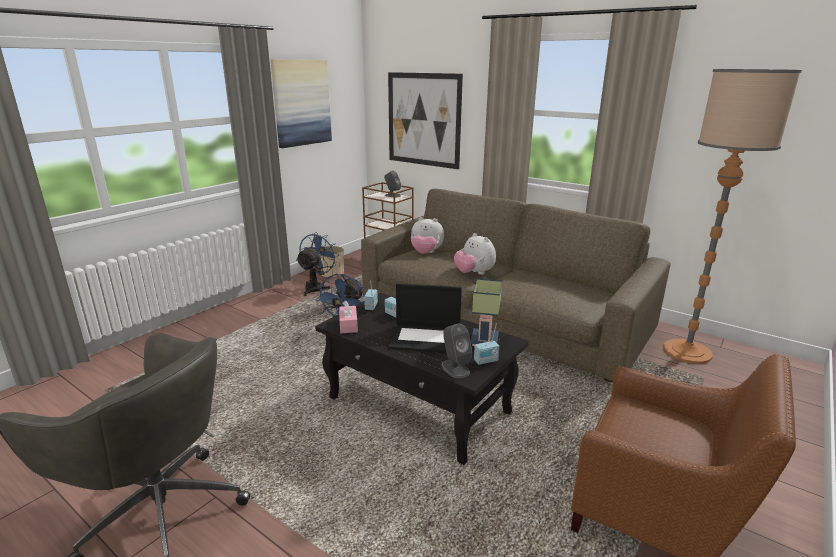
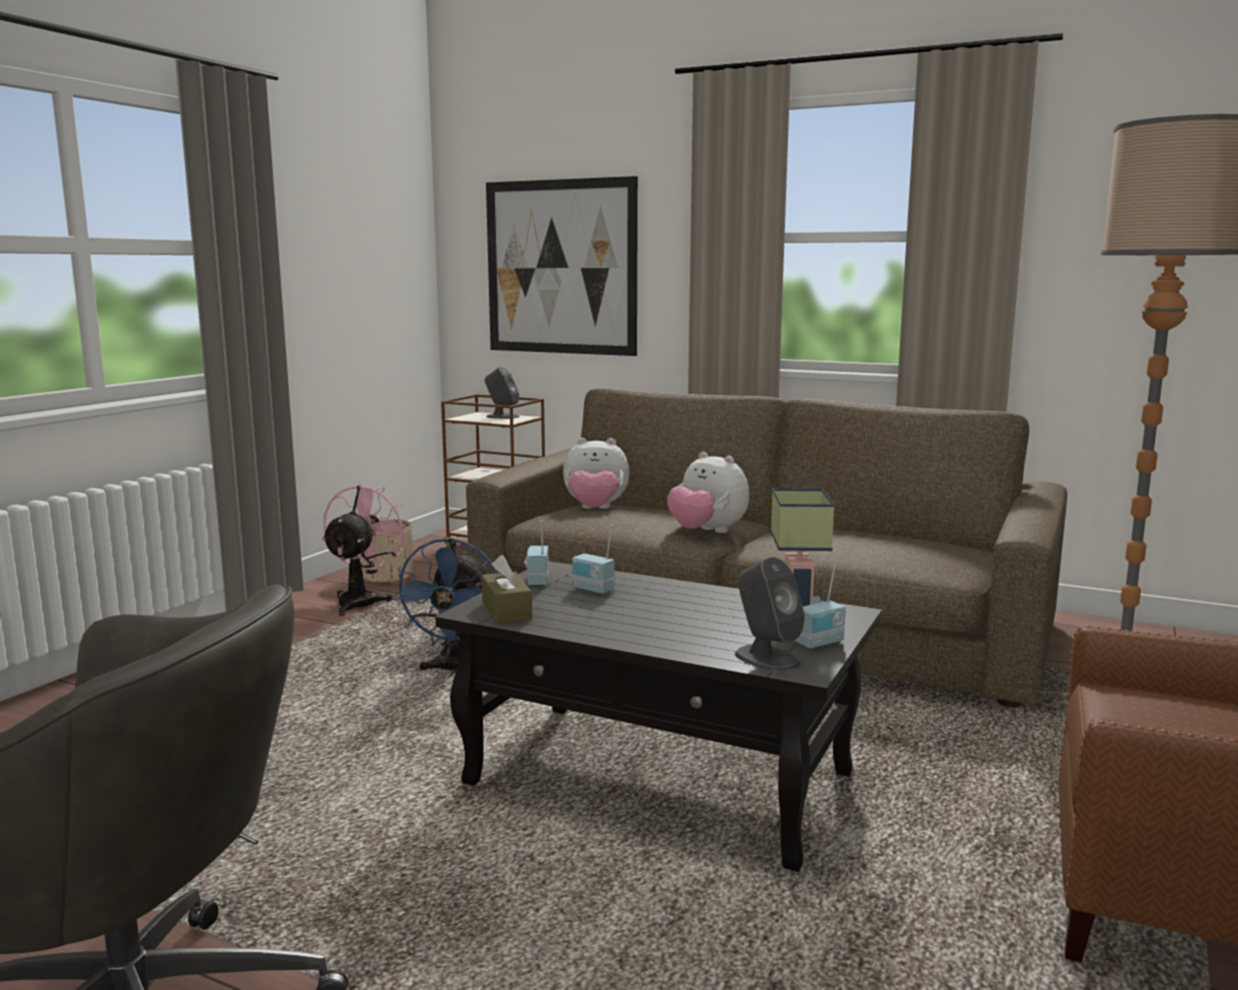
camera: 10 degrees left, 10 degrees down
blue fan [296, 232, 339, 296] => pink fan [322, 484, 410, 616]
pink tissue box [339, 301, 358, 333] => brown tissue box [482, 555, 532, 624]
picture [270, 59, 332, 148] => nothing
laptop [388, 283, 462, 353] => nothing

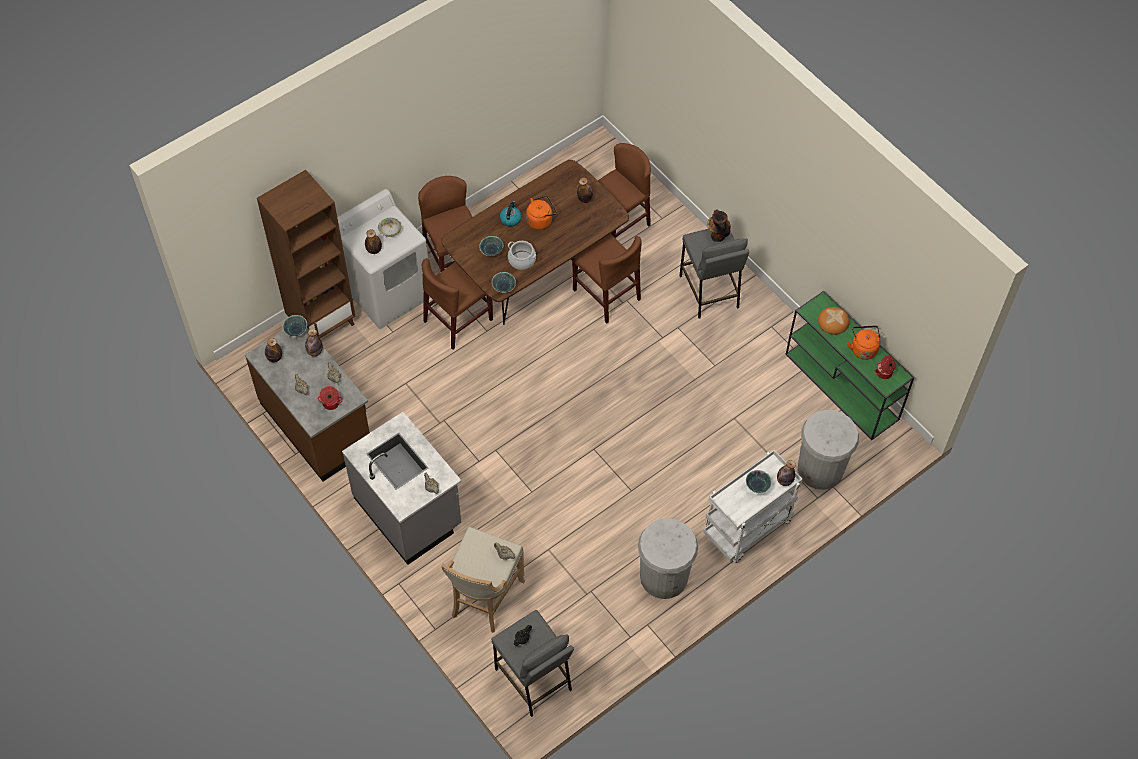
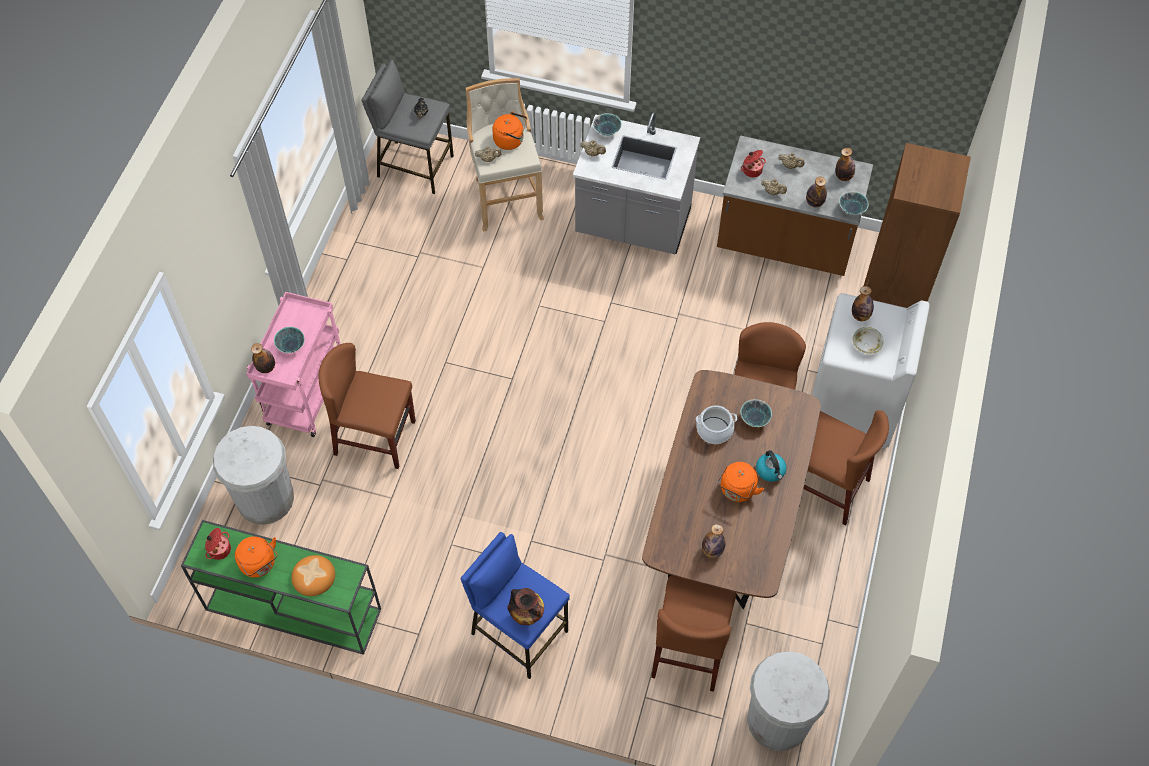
camera: 145 degrees right, 0 degrees up
white cart [703, 450, 803, 563] => pink cart [246, 292, 341, 437]
brown chair [571, 233, 642, 324] => brown chair [319, 343, 416, 469], relocated
grey stool [679, 229, 749, 319] => blue stool [461, 532, 570, 679]
nothing => orange kettle [492, 112, 527, 150]
bowl [492, 272, 516, 293] => bowl [593, 113, 622, 136], relocated
white trash can [638, 518, 698, 599] => white trash can [747, 651, 830, 751], relocated

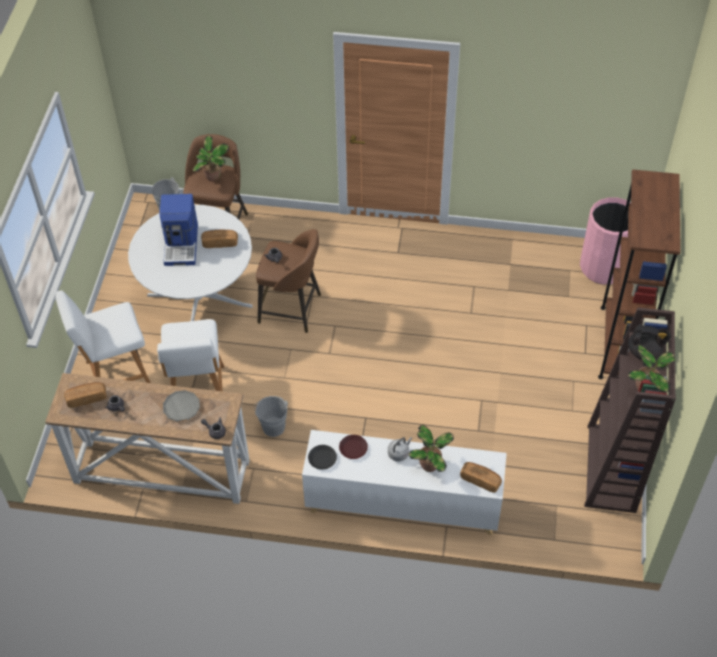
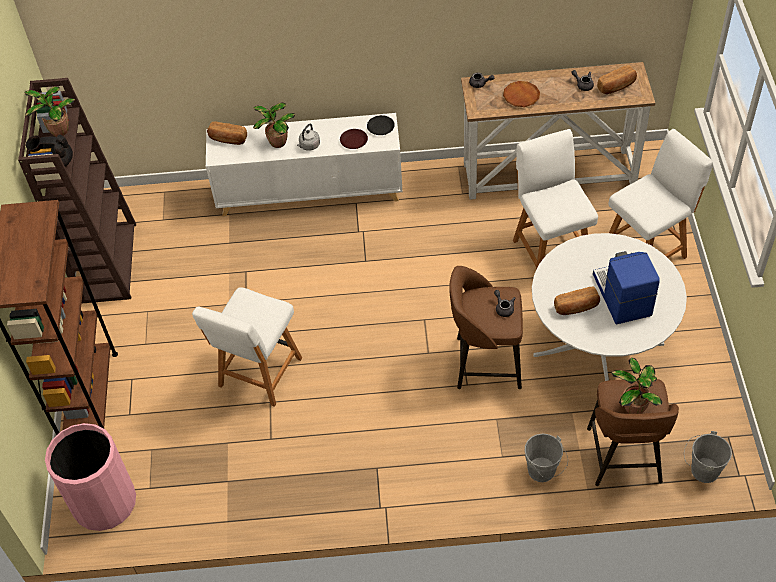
camera: 170 degrees right, 0 degrees up
nothing => white chair [192, 287, 302, 407]
grey plate [163, 390, 200, 422] => brown plate [503, 81, 540, 107]
grey bucket [254, 396, 288, 437] => grey bucket [525, 434, 568, 482], relocated

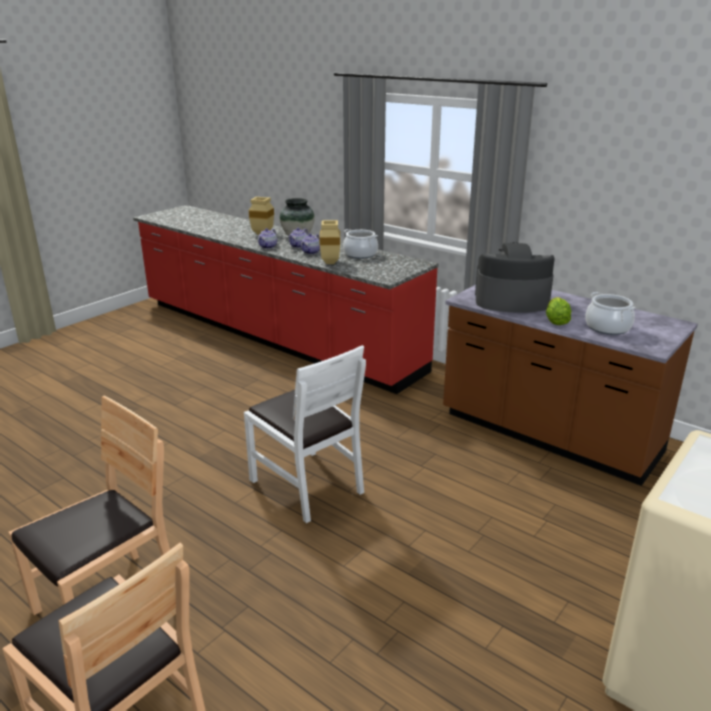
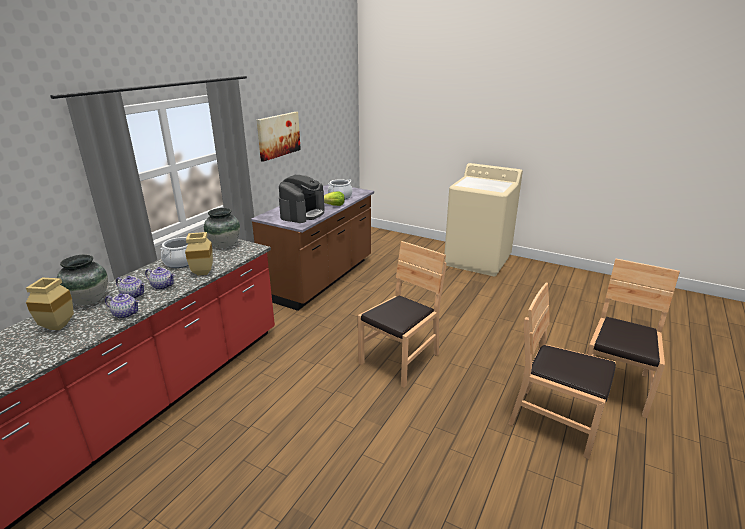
camera: 100 degrees left, 0 degrees up
nothing => vase [204, 208, 240, 248]
nothing => picture [257, 112, 301, 162]
coffee machine [475, 242, 554, 313] => coffee machine [279, 175, 325, 223], 150 degrees counterclockwise
white chair [244, 345, 366, 523] => brown chair [358, 241, 446, 388]

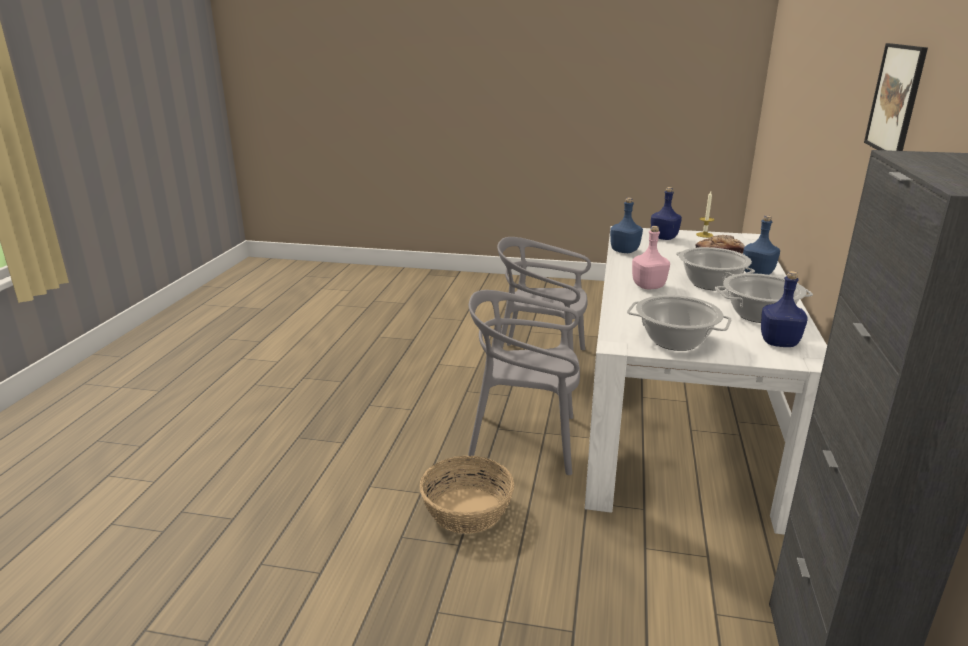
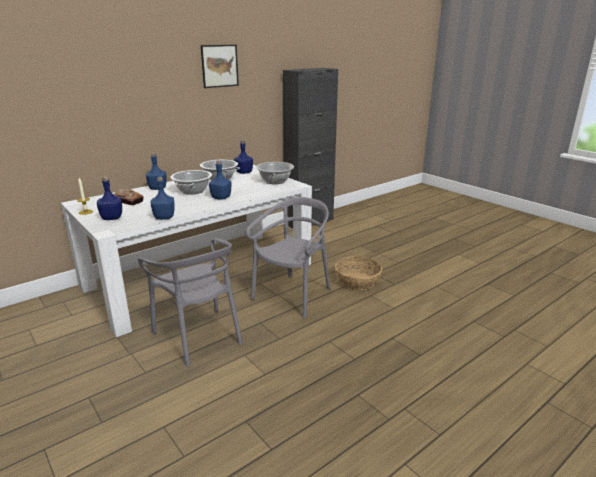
camera: 140 degrees left, 0 degrees up
pink bottle [632, 226, 670, 289] => blue bottle [209, 161, 232, 200]
grey chair [467, 290, 580, 475] => grey chair [246, 197, 330, 318], 105 degrees counterclockwise

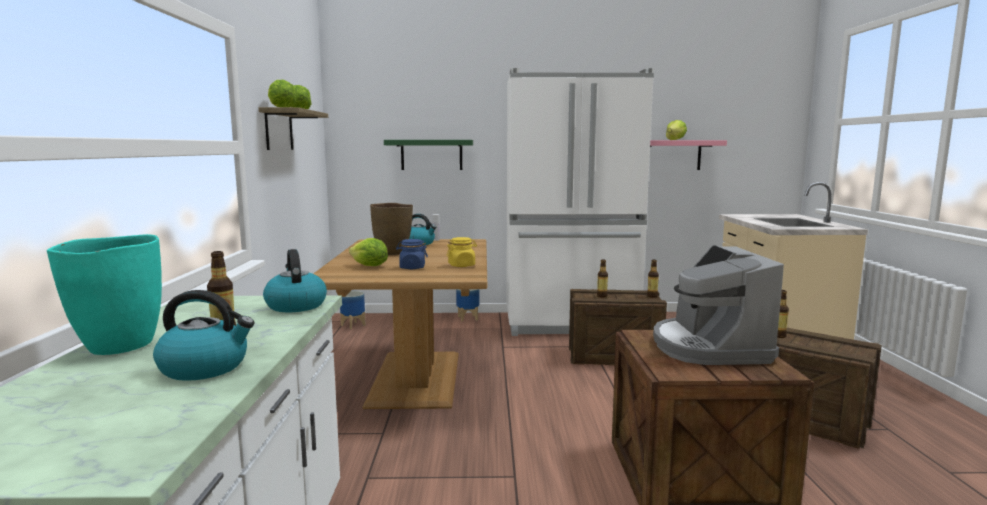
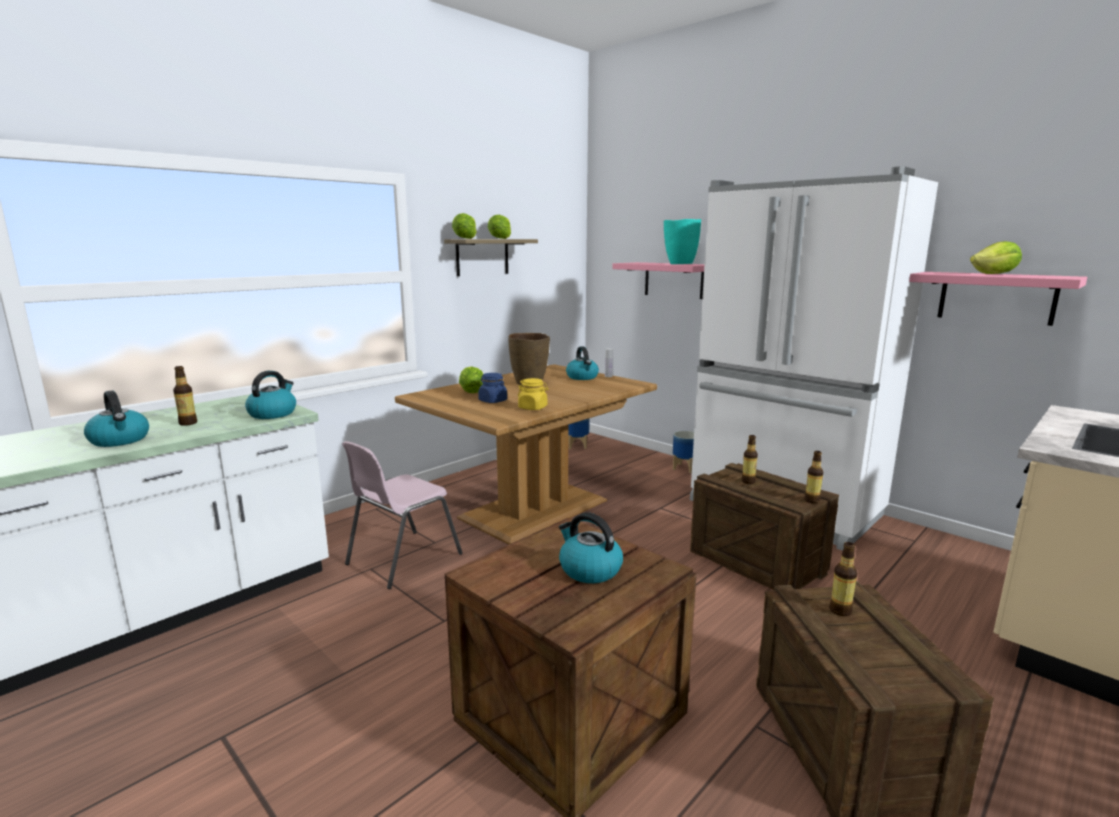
camera: 45 degrees right, 5 degrees up
nothing => pink chair [342, 441, 462, 589]
coffee machine [653, 245, 784, 365] => kettle [559, 512, 623, 583]
green shelf [384, 140, 473, 170] => pink shelf [612, 262, 705, 299]
turquoise vase [47, 234, 162, 355] => turquoise vase [664, 219, 701, 264], relocated

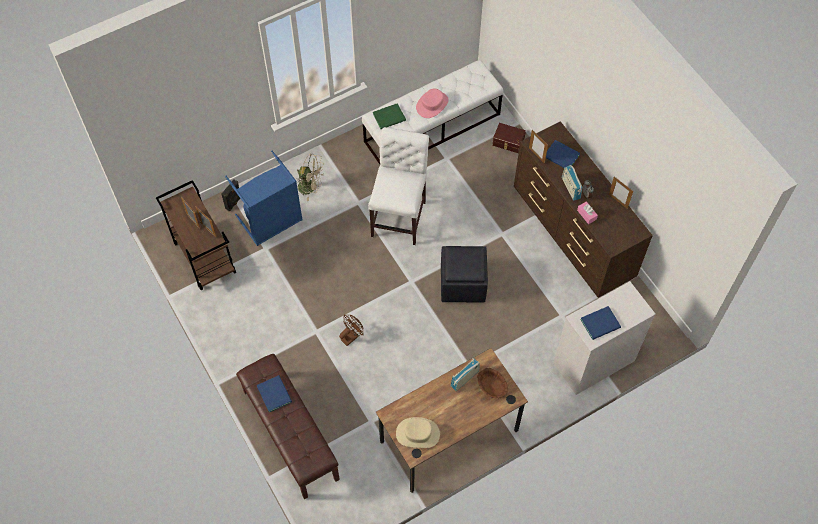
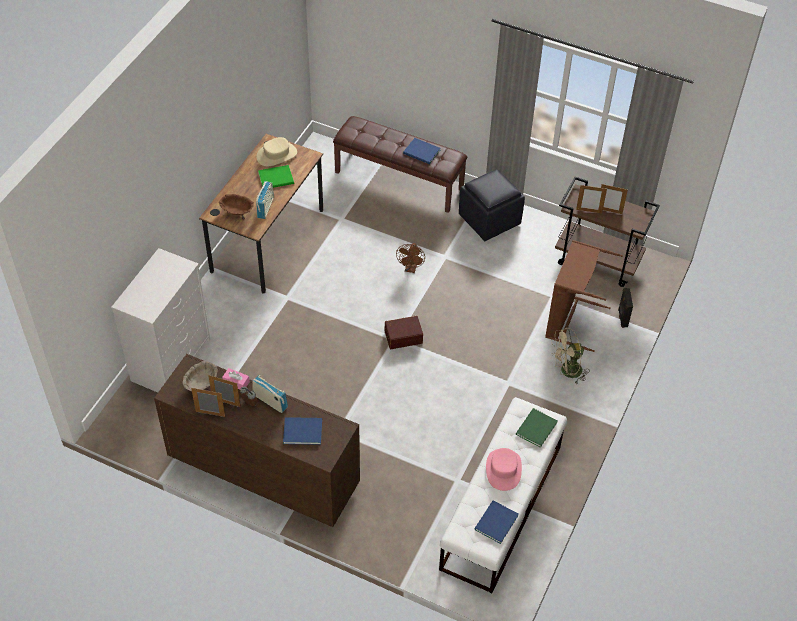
camera: 145 degrees right, 10 degrees down
nothing => beige bowl [182, 361, 218, 392]
picture frame [529, 130, 548, 164] => picture frame [208, 375, 240, 407], relocated
nothing => green book [258, 165, 294, 188]
brown storage box [492, 123, 526, 153] => brown storage box [385, 316, 423, 349], relocated
black ottoman [441, 246, 488, 302] => black ottoman [459, 170, 525, 241], relocated
blue book [580, 306, 621, 340] => blue book [474, 500, 518, 544], relocated
blue laundry basket [225, 151, 303, 246] => brown laundry basket [545, 240, 623, 352]
white chair [368, 127, 429, 245] => nothing

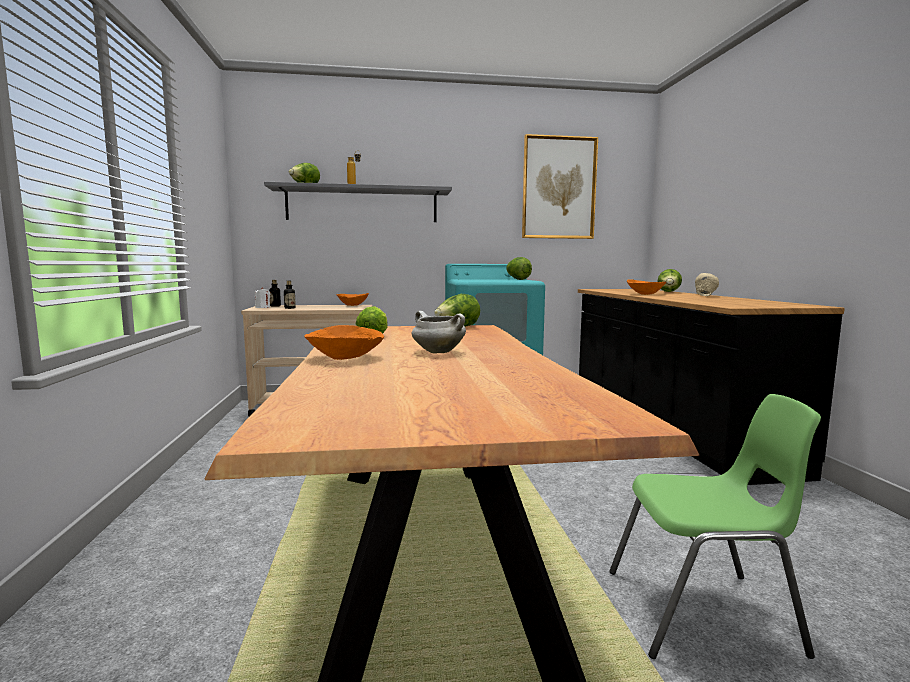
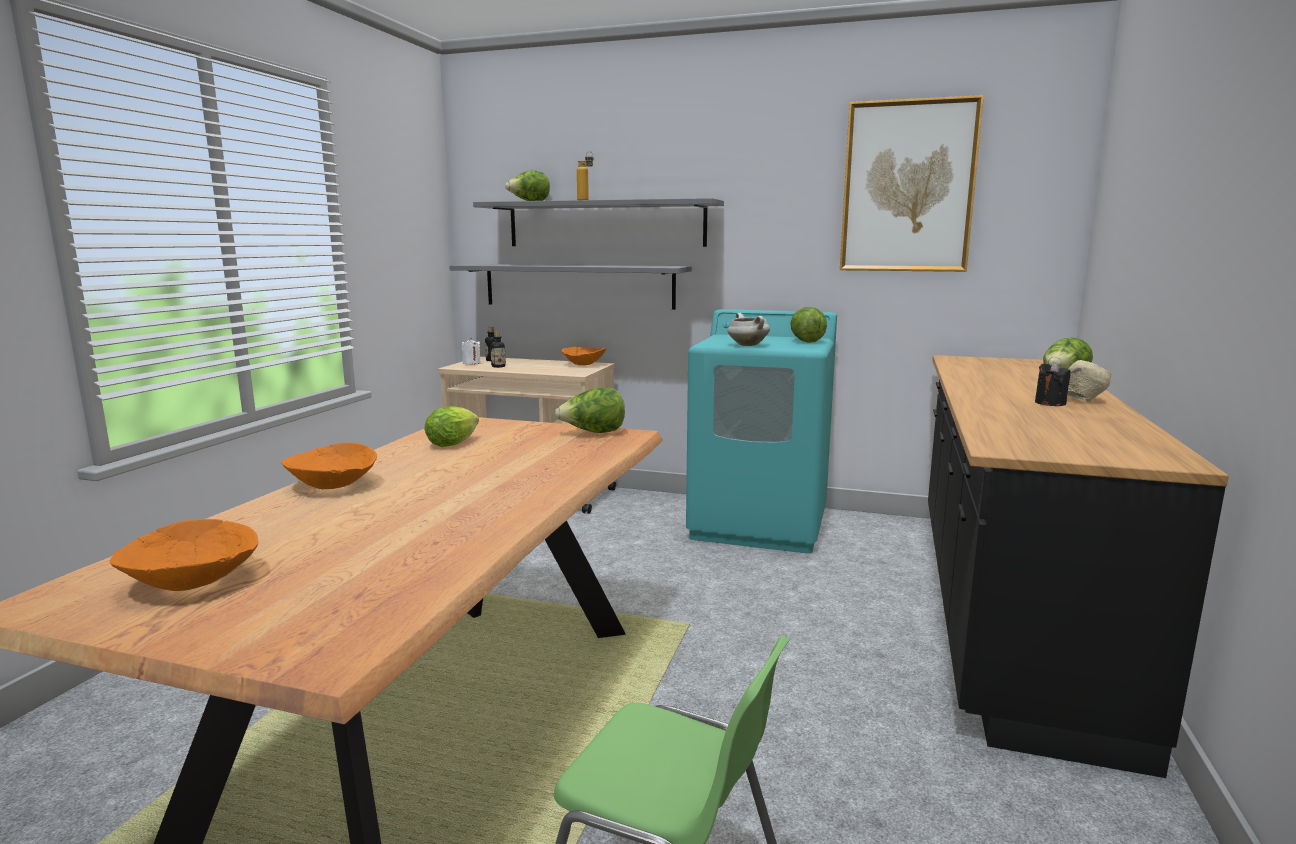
camera: 25 degrees right, 5 degrees up
orange bowl [627, 279, 666, 295] => orange bowl [110, 519, 258, 591], relocated
nothing => grey shelf [449, 264, 692, 310]
white cooking pot [412, 311, 466, 354] => white cooking pot [728, 313, 770, 346], relocated
nothing => black candle [1035, 362, 1070, 406]

